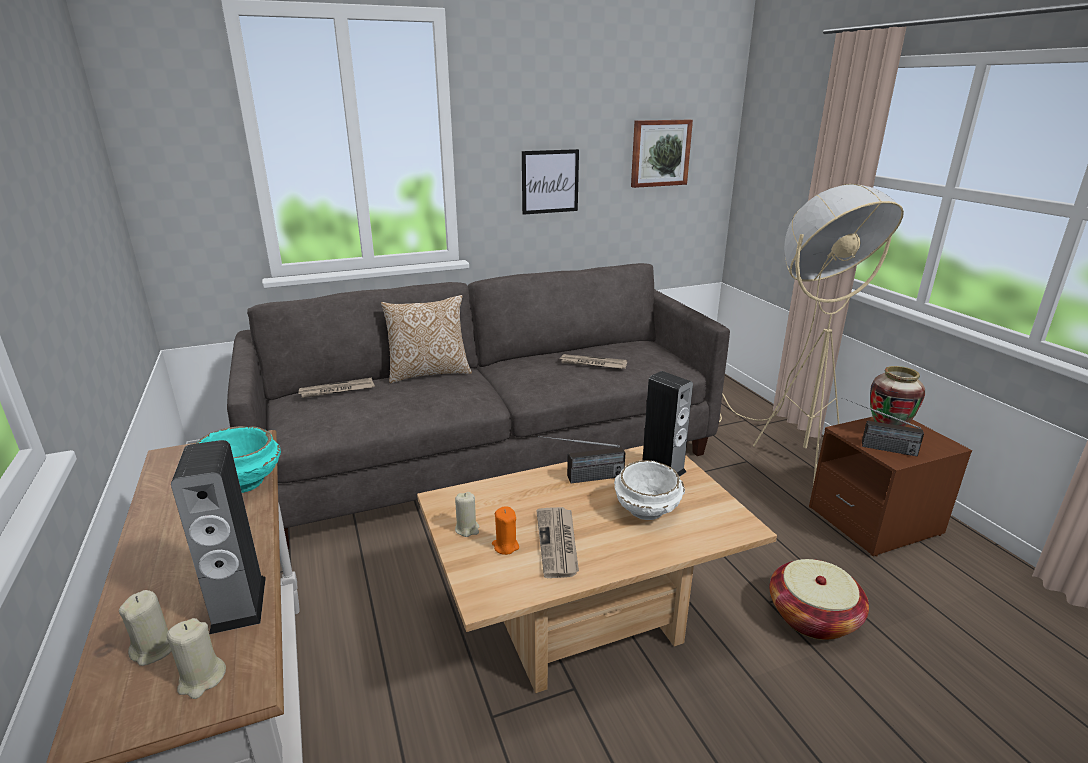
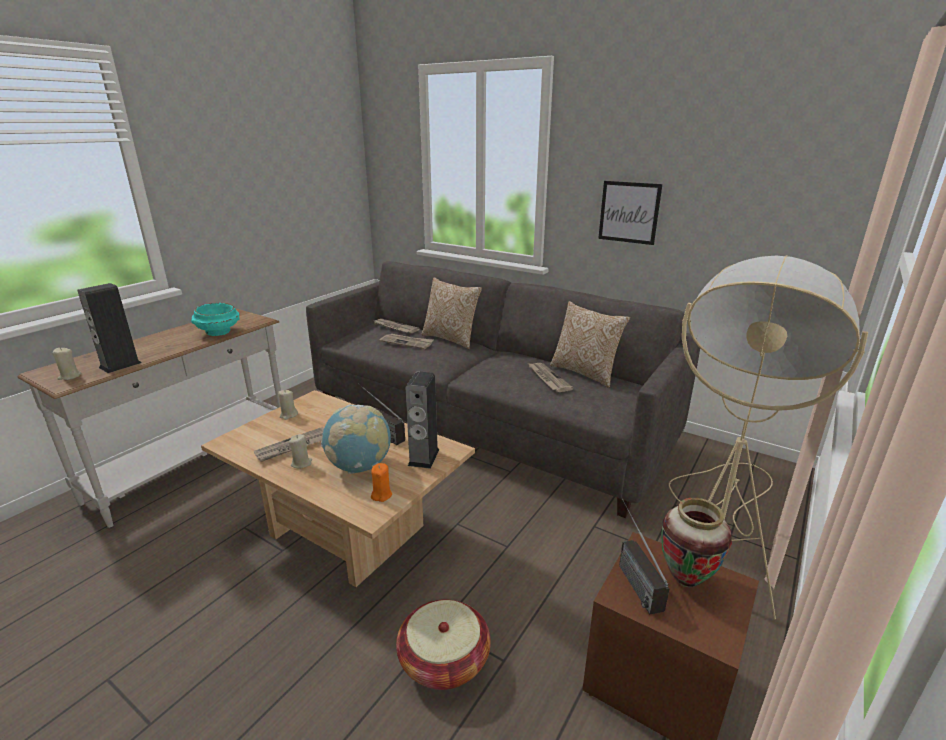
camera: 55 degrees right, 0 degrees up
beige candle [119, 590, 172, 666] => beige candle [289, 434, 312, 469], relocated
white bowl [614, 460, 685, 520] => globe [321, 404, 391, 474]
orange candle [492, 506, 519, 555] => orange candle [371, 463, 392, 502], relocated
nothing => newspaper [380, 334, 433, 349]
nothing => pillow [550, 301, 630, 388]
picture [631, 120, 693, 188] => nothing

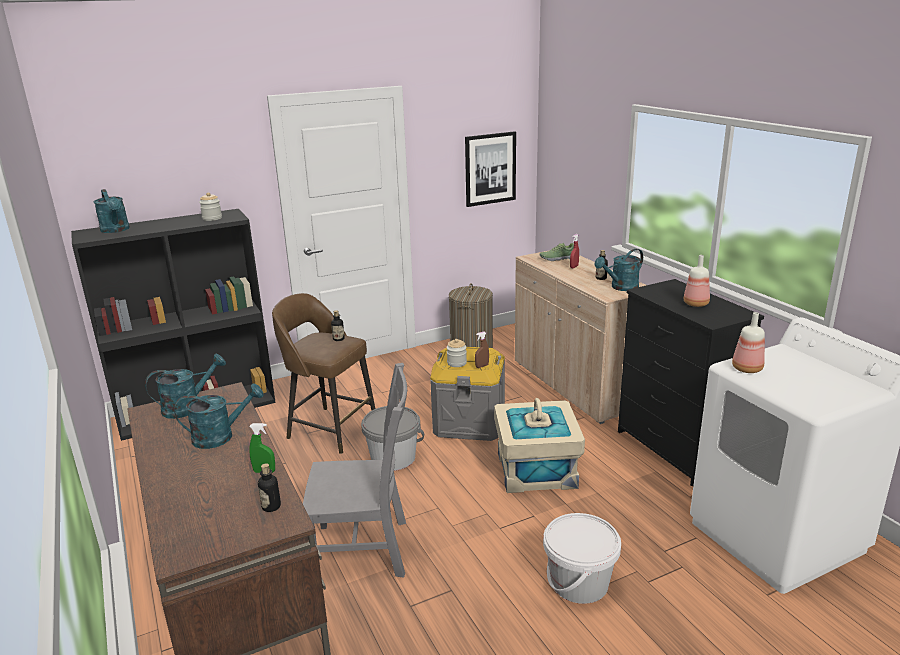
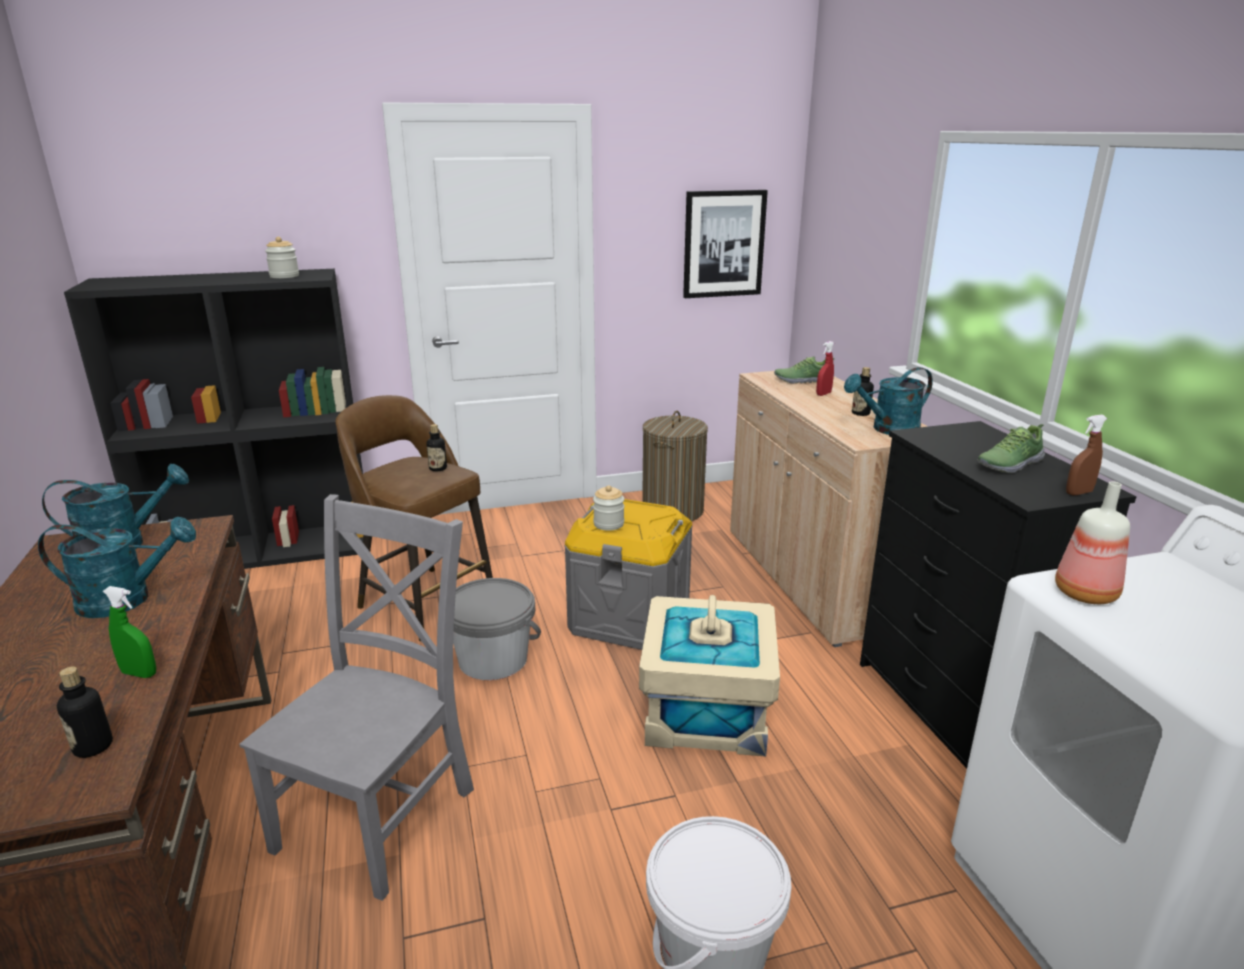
camera: 10 degrees right, 0 degrees up
grey chair [303, 363, 407, 578] => grey chair [239, 494, 474, 901], 75 degrees counterclockwise
bottle [683, 255, 710, 307] => shoe [978, 424, 1045, 473]
brown spray bottle [475, 331, 489, 368] => brown spray bottle [1066, 415, 1107, 495], relocated
turquoise watering can [94, 189, 130, 233] => nothing

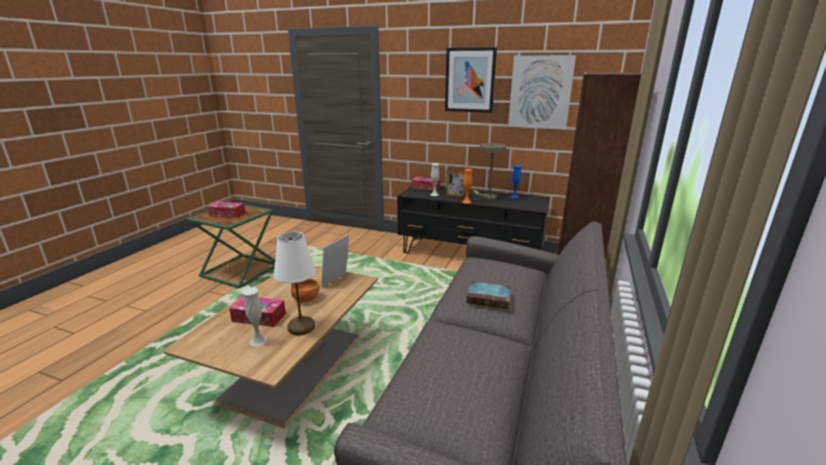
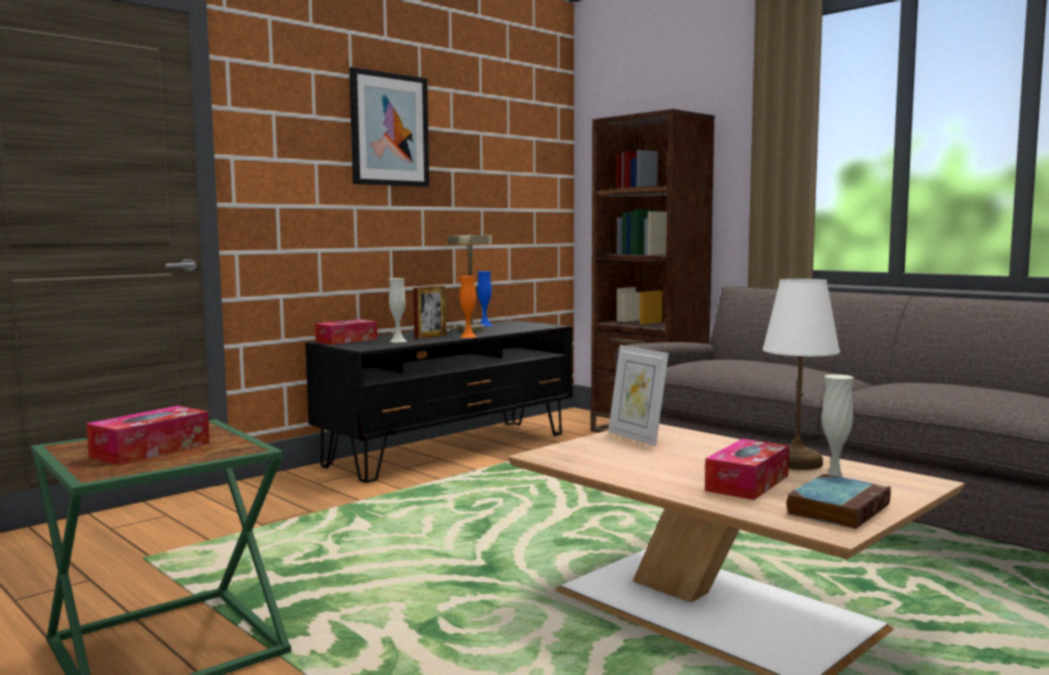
camera: 65 degrees left, 15 degrees down
book [466, 281, 511, 309] => book [786, 474, 891, 529], relocated
orange bowl [291, 279, 319, 302] => nothing
picture [508, 55, 576, 130] => nothing

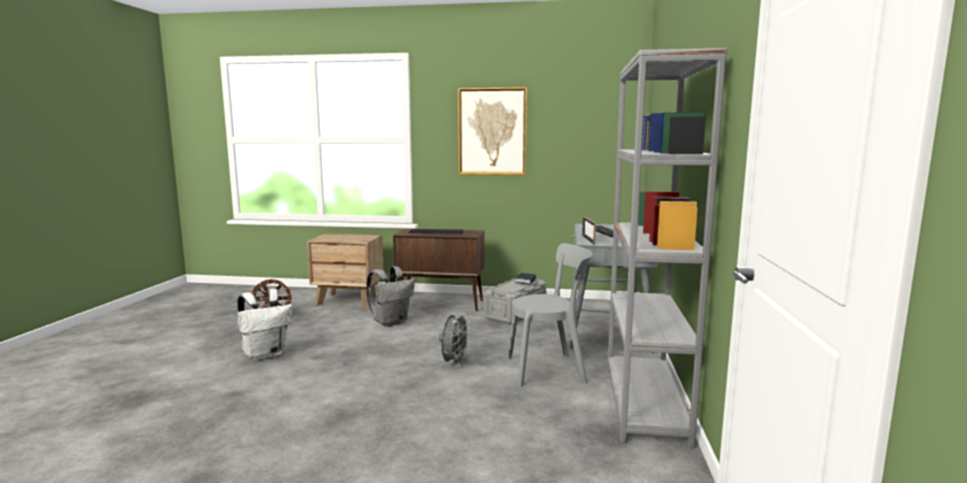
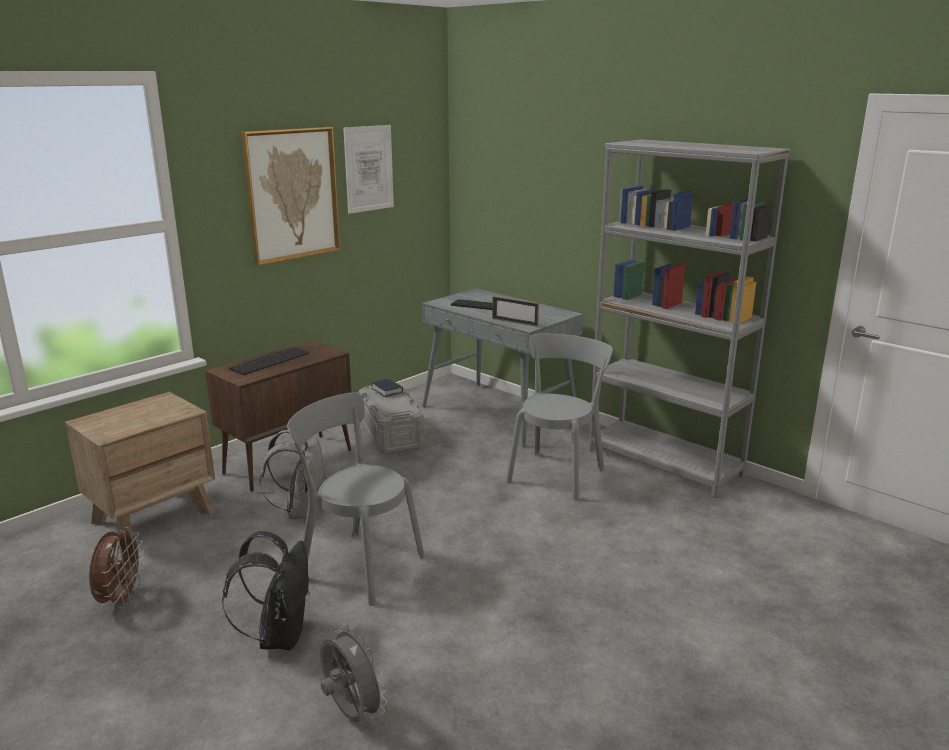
camera: 55 degrees left, 10 degrees up
white backpack [237, 289, 293, 361] => black backpack [222, 531, 310, 650]
nothing => grey chair [287, 392, 425, 606]
grey fan [439, 313, 470, 367] => grey fan [320, 624, 387, 722], relocated
nothing => picture [343, 125, 394, 214]

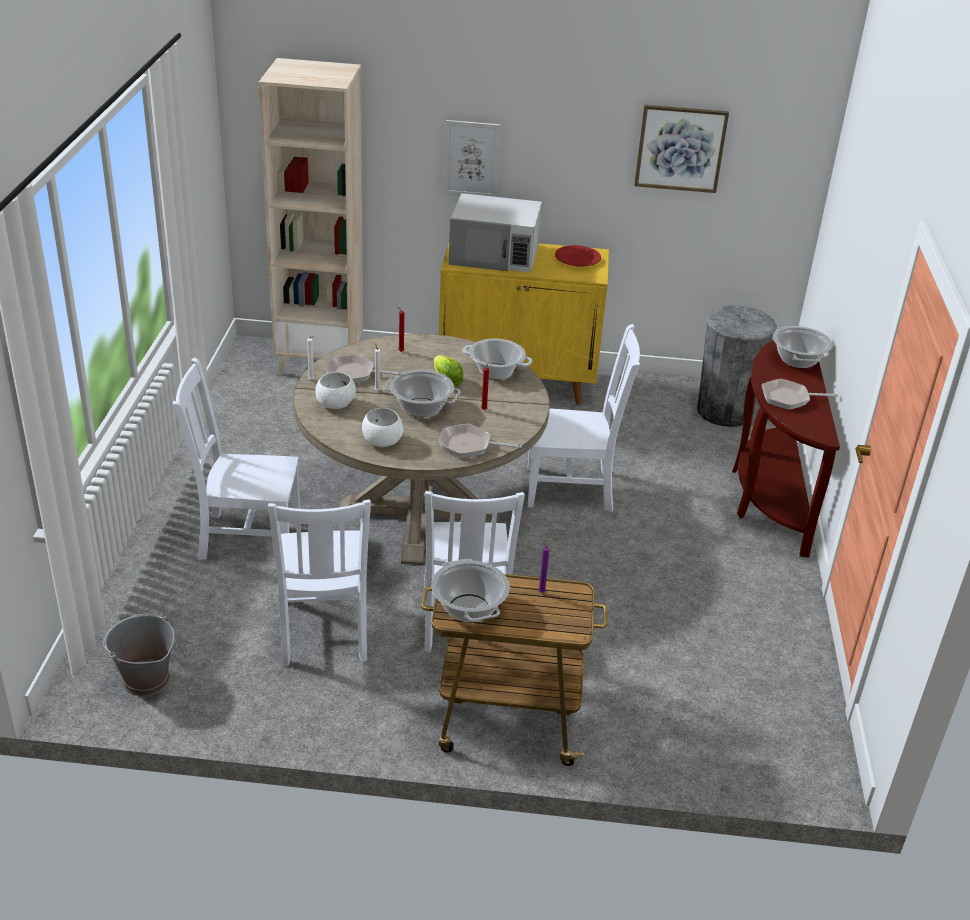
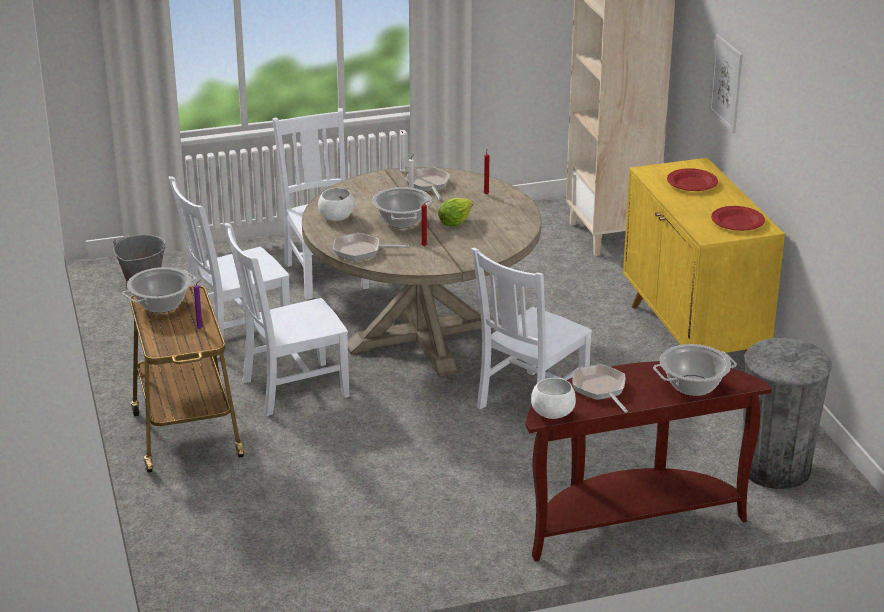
camera: 70 degrees right, 5 degrees down
frying pan [439, 424, 522, 458] => frying pan [333, 233, 409, 261], 75 degrees counterclockwise
white chair [528, 324, 640, 512] => white chair [472, 248, 592, 433], 60 degrees clockwise
white bowl [315, 372, 356, 409] => white bowl [531, 378, 576, 419], relocated
white microwave [449, 193, 542, 272] => red plate [667, 168, 718, 191]
cooking pot [462, 338, 532, 379] => nothing
picture [634, 105, 729, 193] => nothing

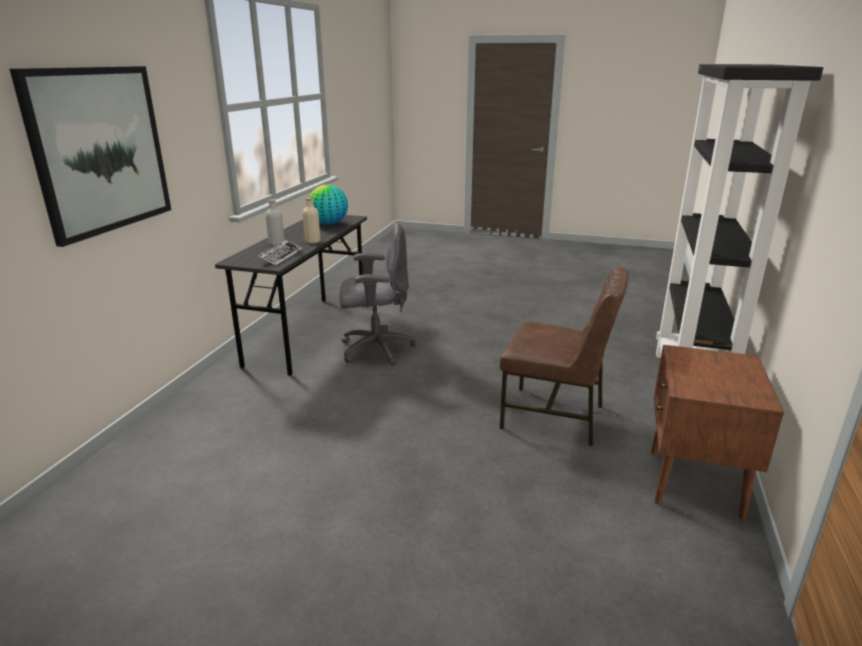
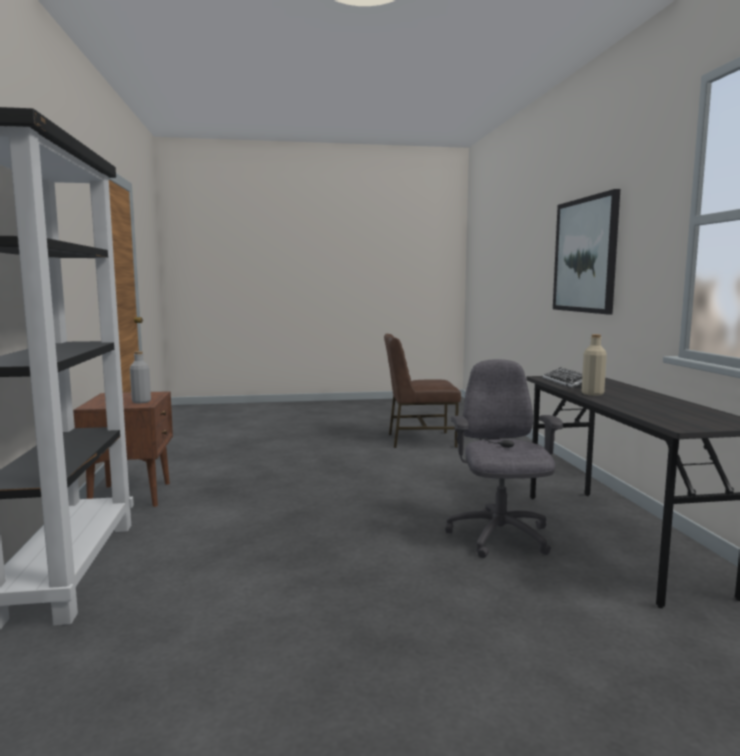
camera: 155 degrees right, 15 degrees down
grey bottle [265, 199, 285, 246] => grey bottle [130, 351, 151, 403], relocated
brown chair [500, 266, 629, 446] => brown chair [384, 334, 461, 448], relocated
grey office chair [340, 223, 416, 366] => grey office chair [445, 359, 563, 558], 120 degrees clockwise
globe [309, 184, 348, 225] => nothing

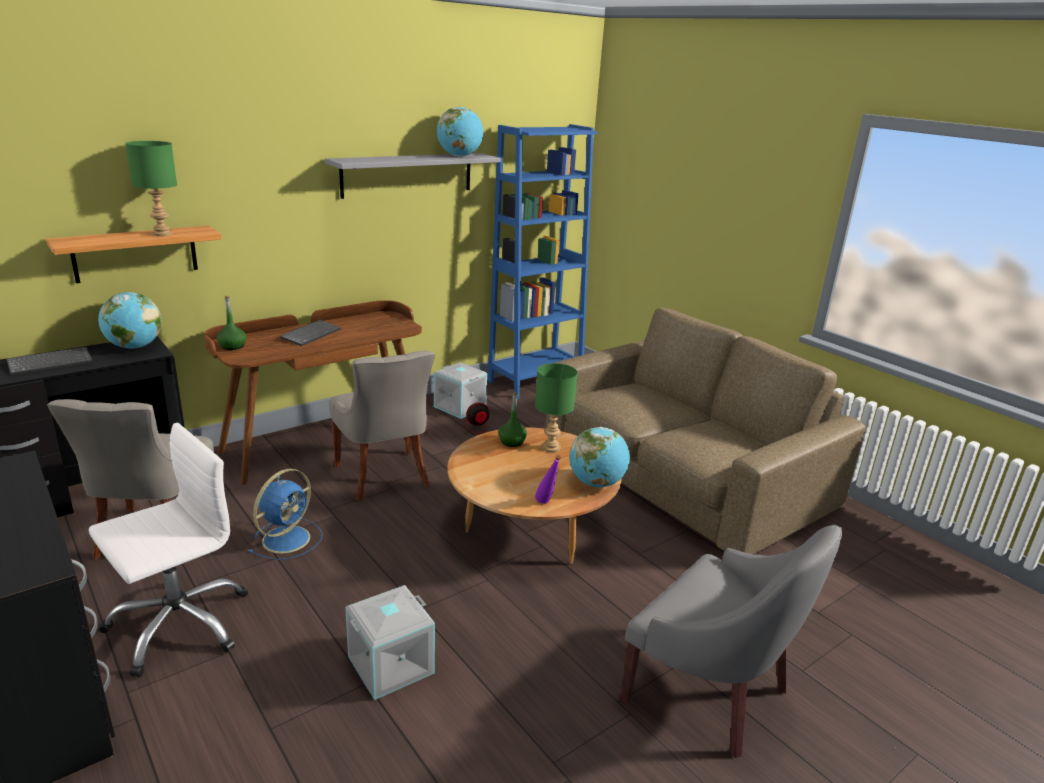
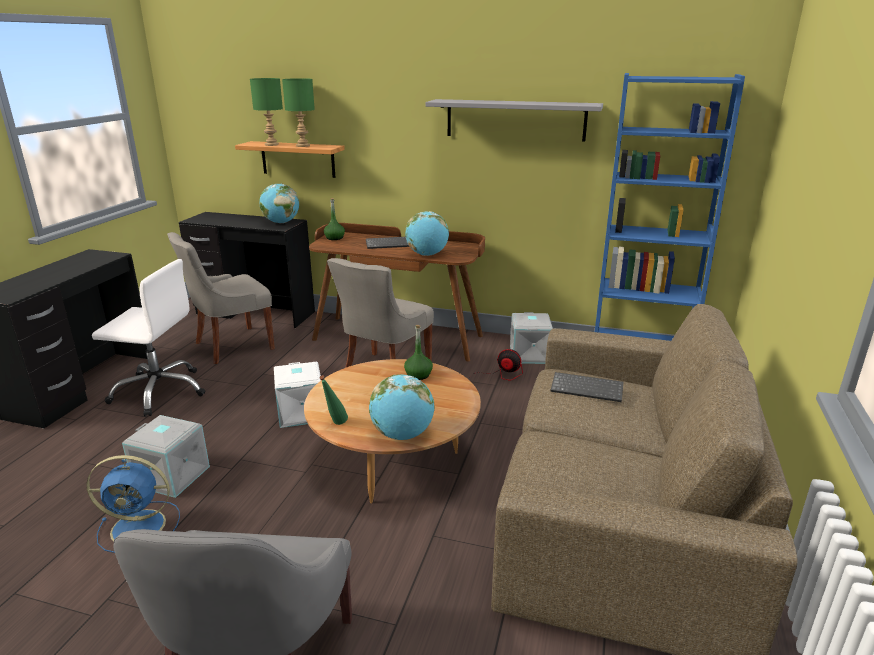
camera: 55 degrees right, 0 degrees up
blue fan [249, 469, 323, 560] => blue fan [87, 455, 180, 553], relocated
green table lamp [535, 363, 578, 453] => green table lamp [250, 78, 283, 146], relocated
nothing => white storage box [274, 362, 321, 428]
purple bottle [535, 455, 561, 504] => green bottle [319, 375, 348, 425]
globe [437, 107, 483, 157] => globe [405, 211, 449, 256], relocated
keyboard [7, 347, 92, 375] => keyboard [550, 372, 623, 402], relocated

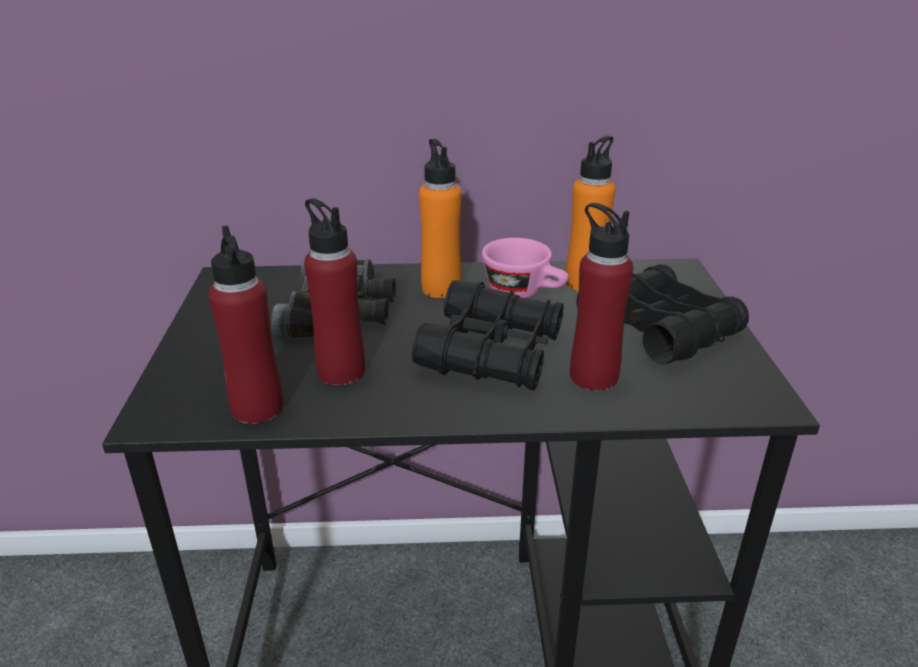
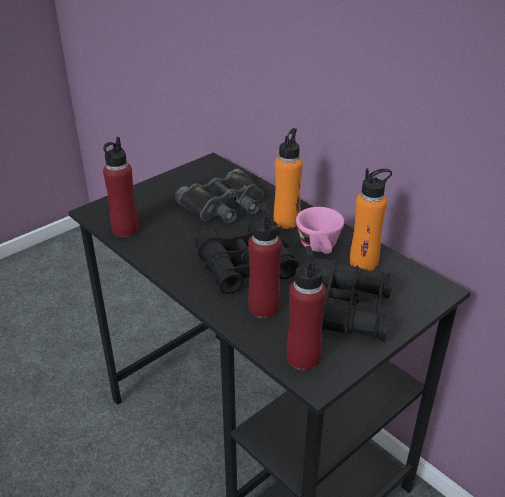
camera: 50 degrees right, 5 degrees up
red bottle [304, 198, 365, 385] => red bottle [286, 246, 326, 370], relocated

